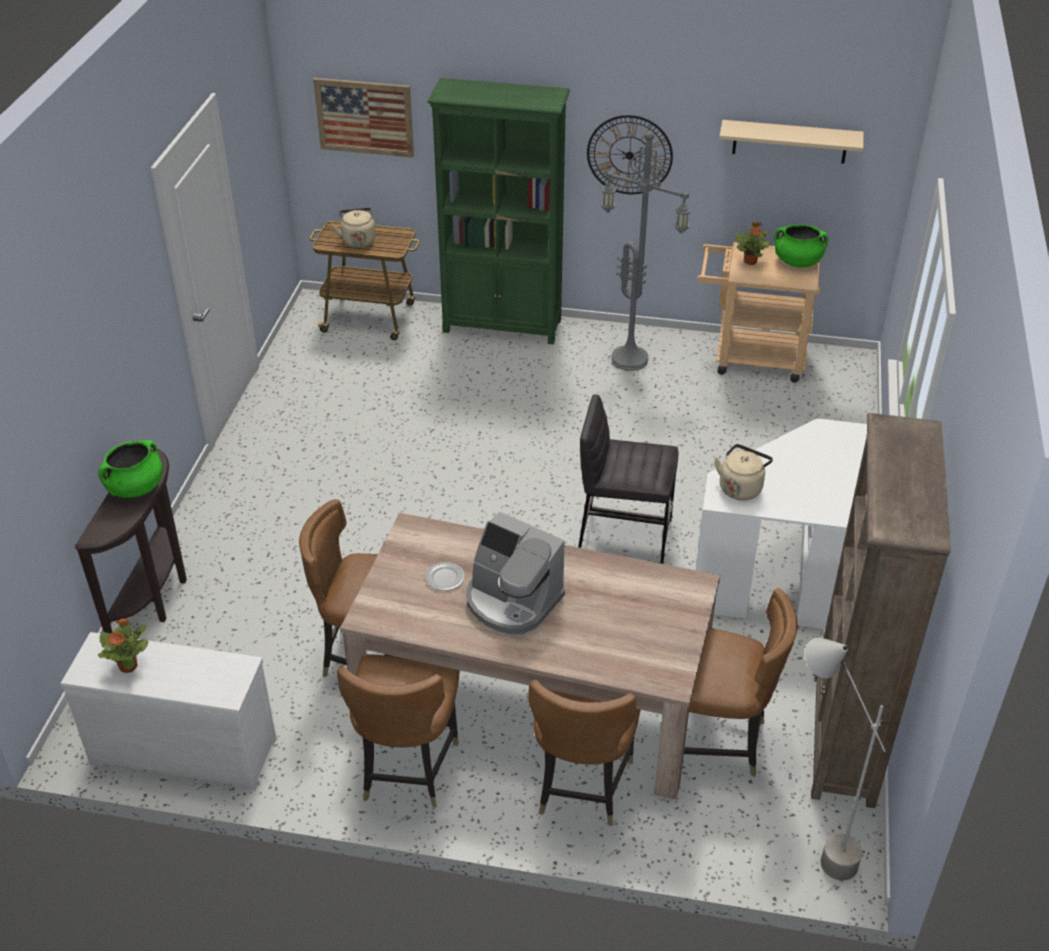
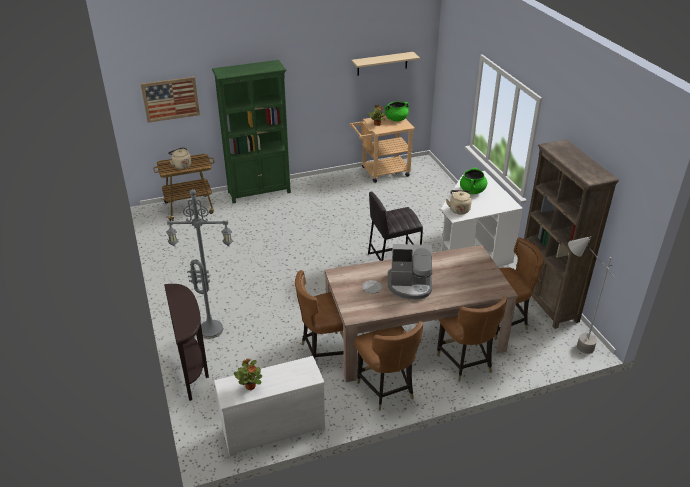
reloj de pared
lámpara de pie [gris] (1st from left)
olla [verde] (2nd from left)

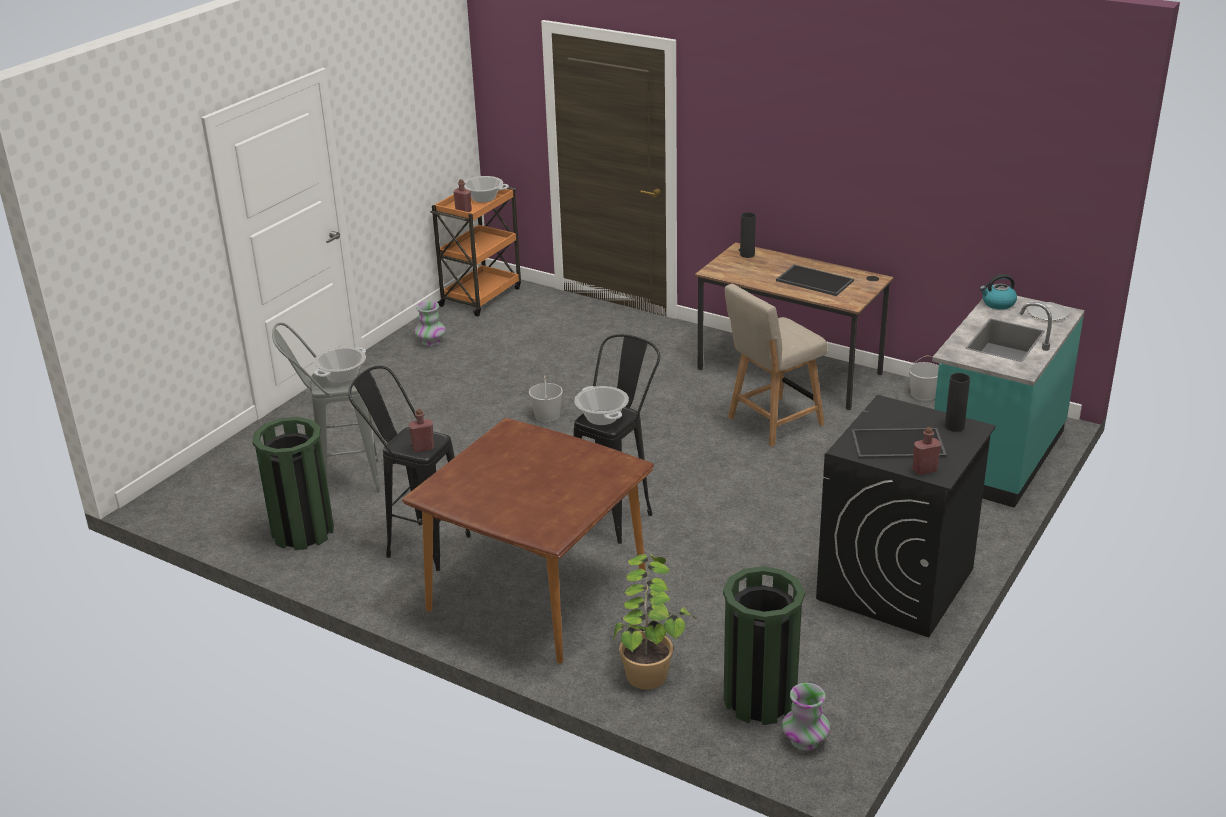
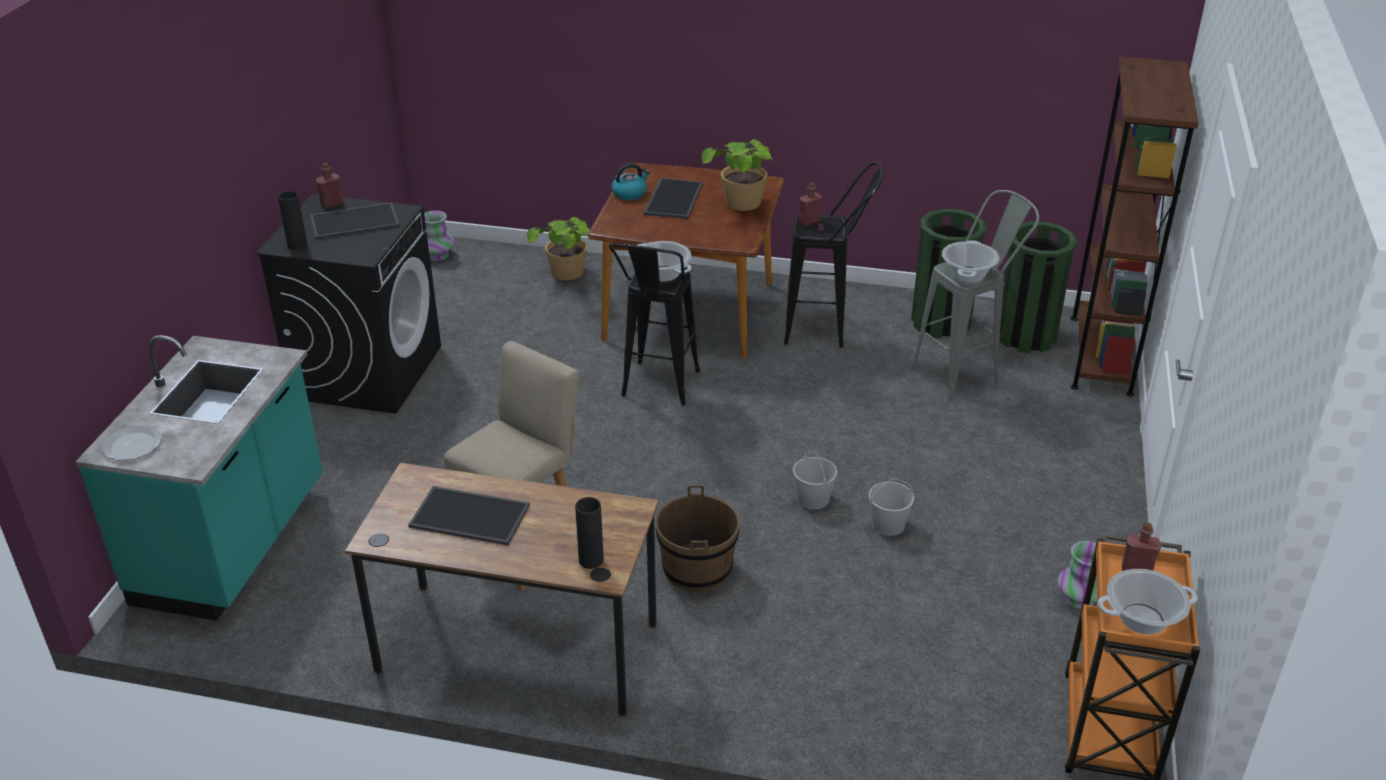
hervidor
cubo [blanco] (2nd from left)
papelera [verde] (2nd from left)
estantería [marrón]
planta en maceta (2nd from left)
bandeja (3rd from left)
cubo [marrón]

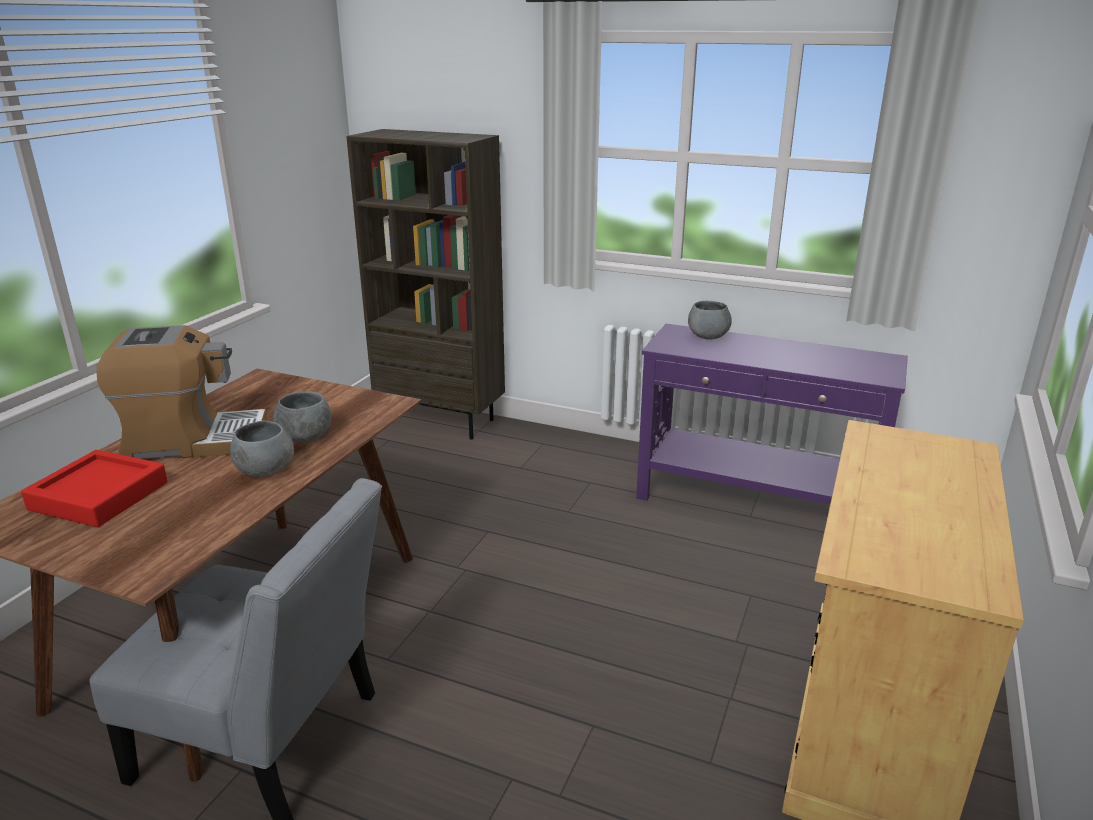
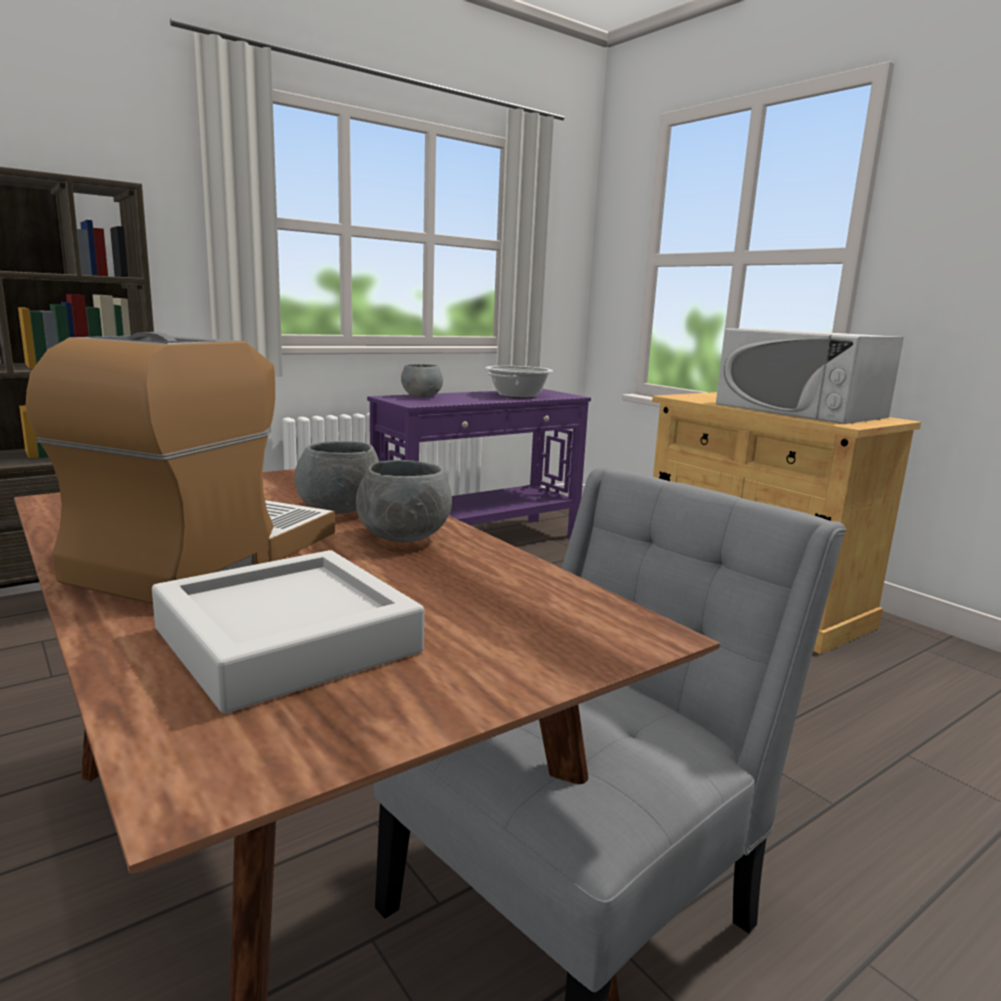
bandeja [gris]
microondas [blanco]
olla

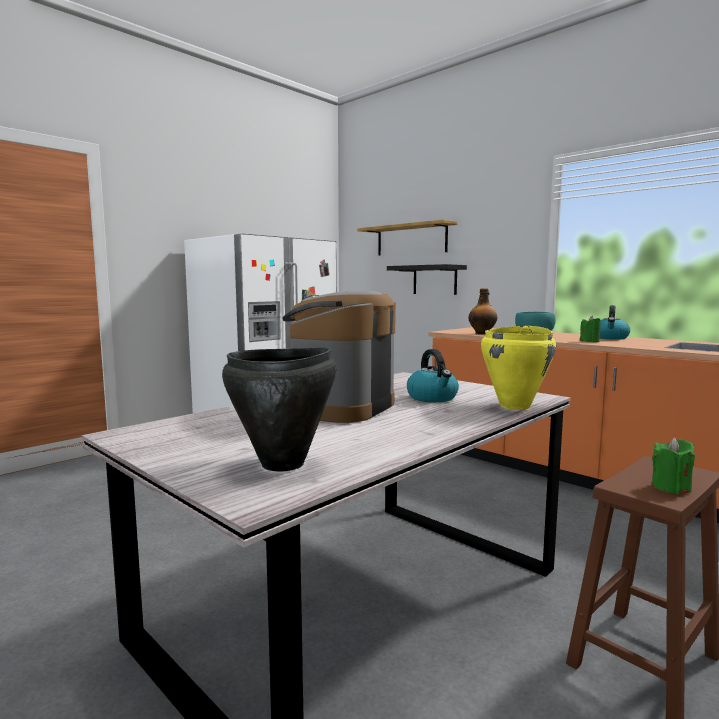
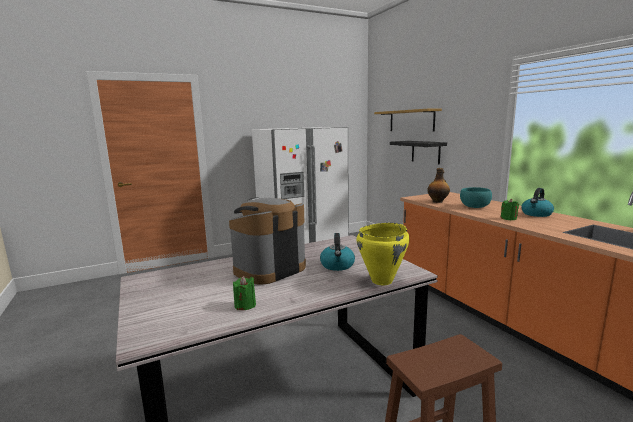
olla [negro]
vela [verde] (1st from left)

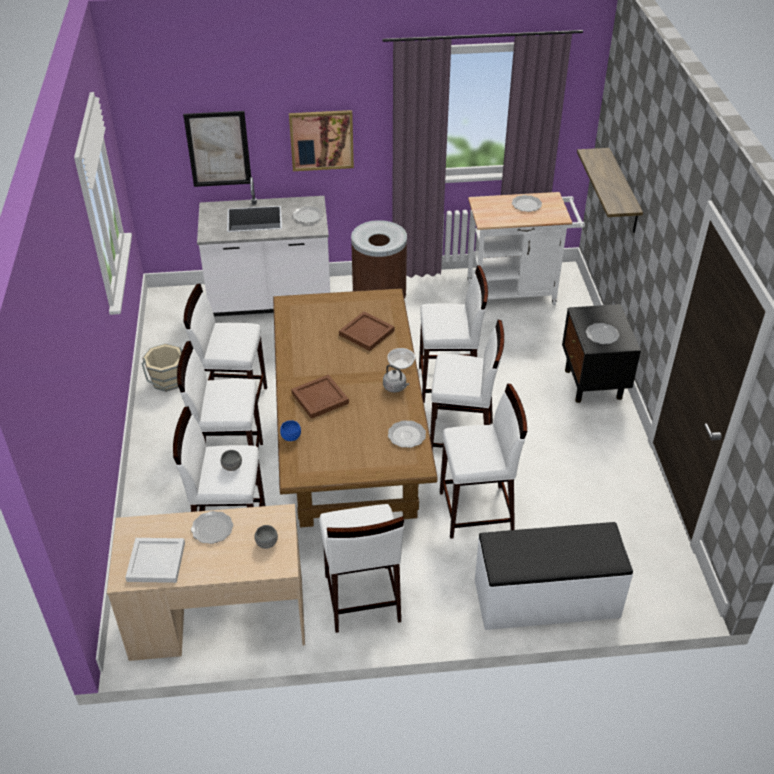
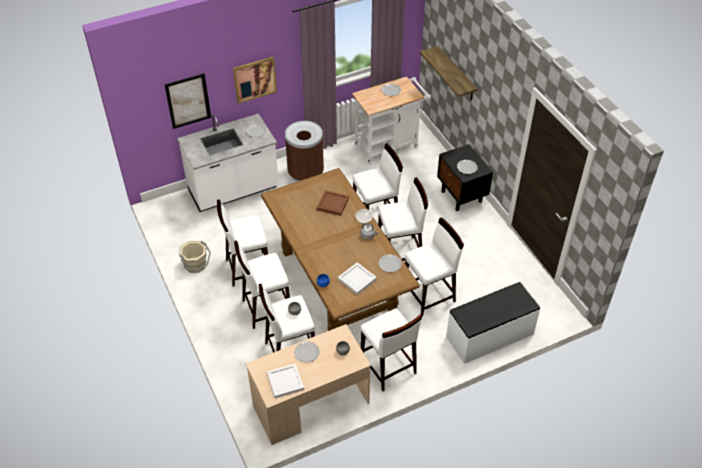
bandeja [marrón] (1st from left in the first image)
bandeja [blanco] (2nd from left)

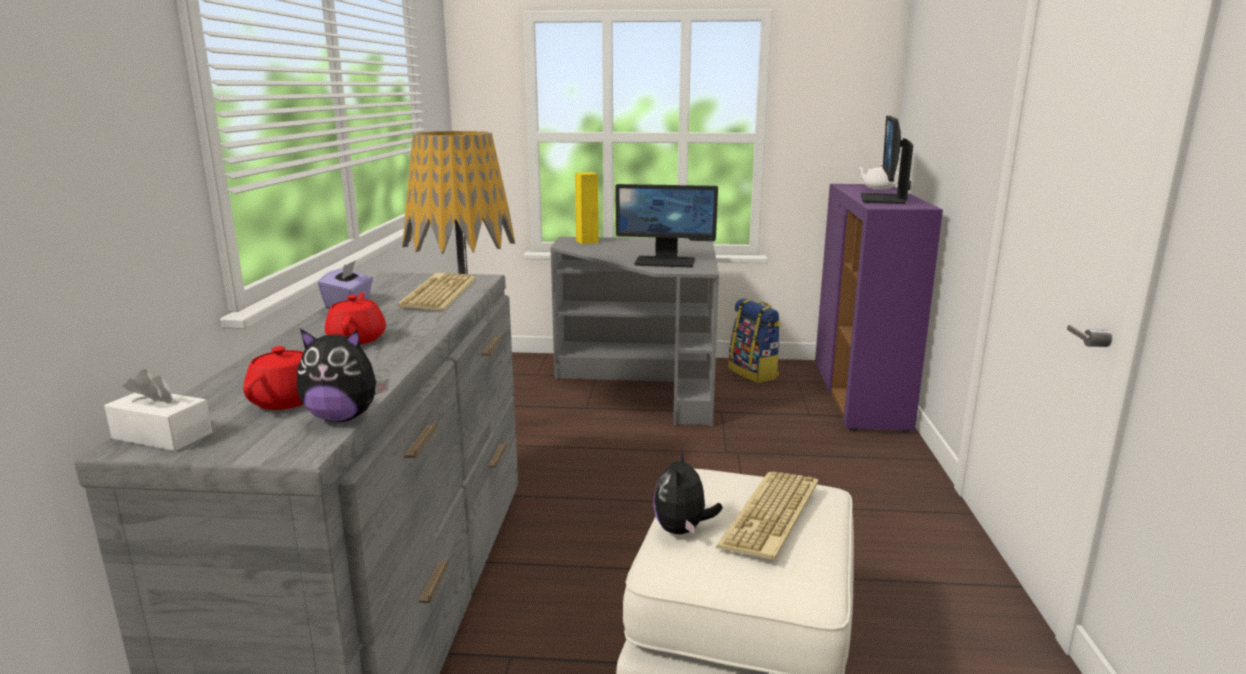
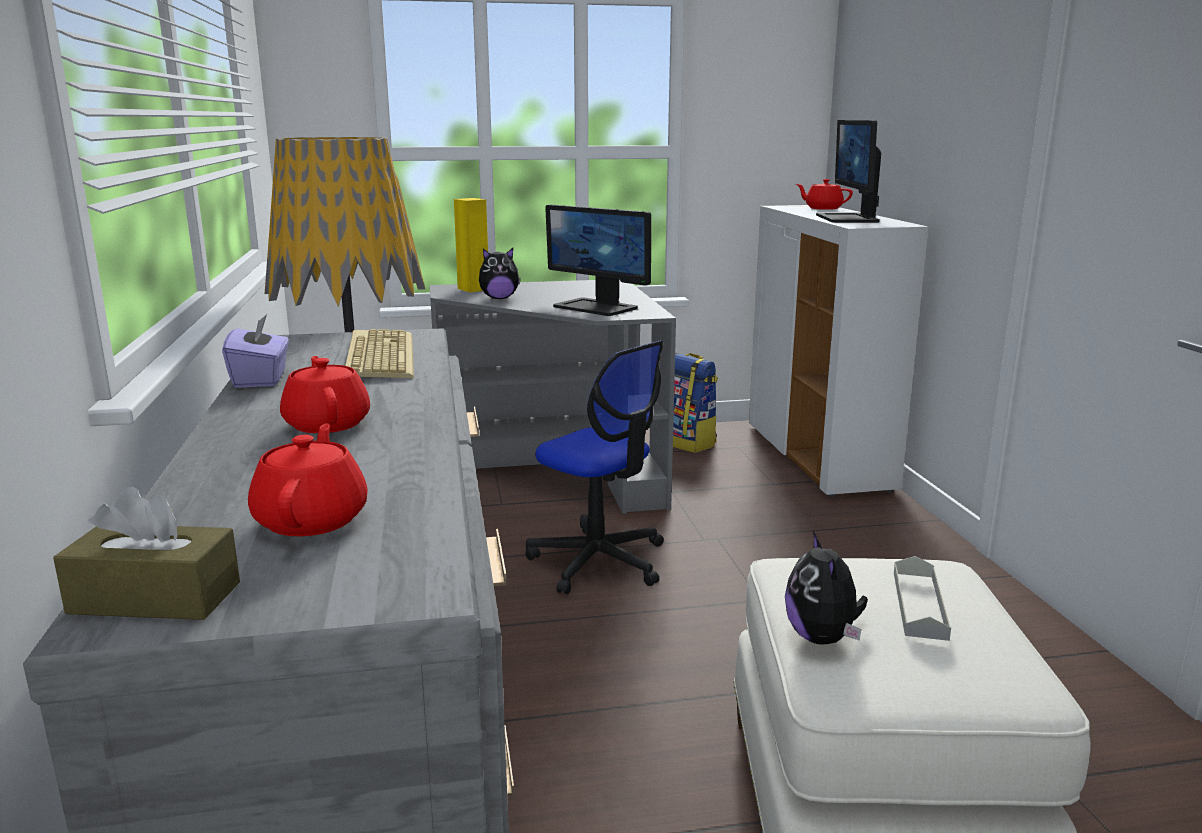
tetera [rojo] (3rd from left)
monitor (1st from left)
armario [blanco]
peluche (1st from left)
caja de pañuelos [marrón]
bandeja [gris]
silla de oficina

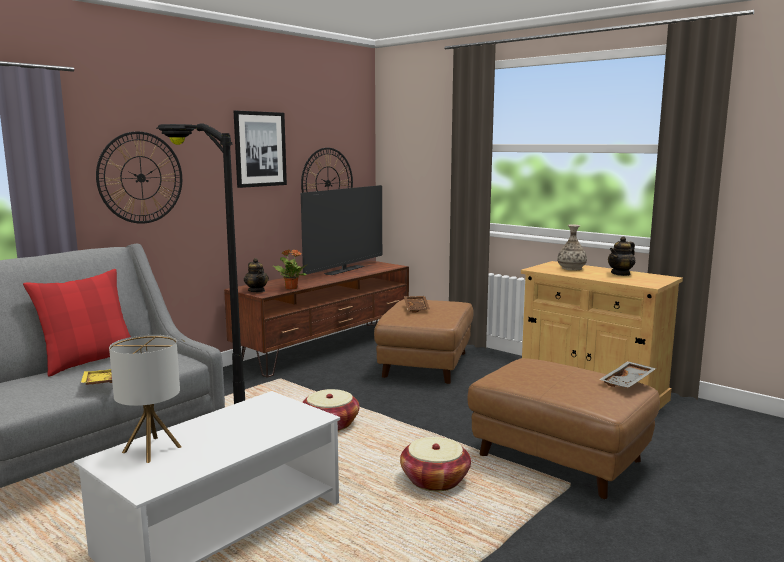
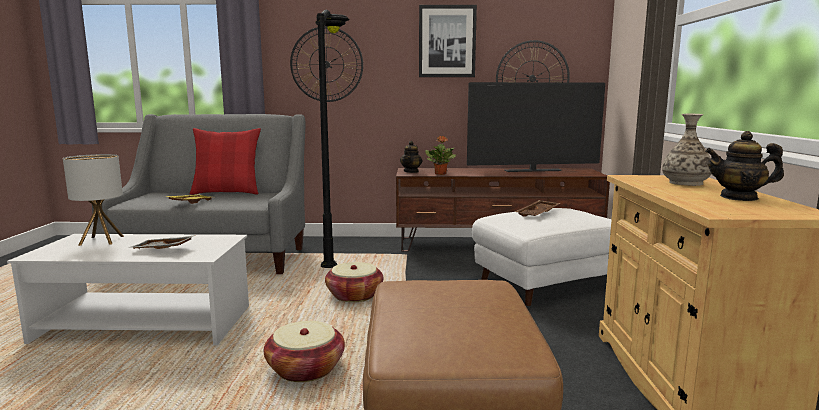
puf [blanco]
bandeja [gris]

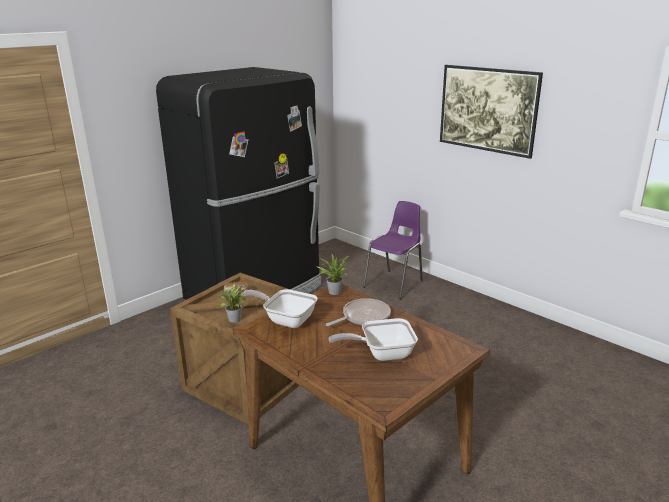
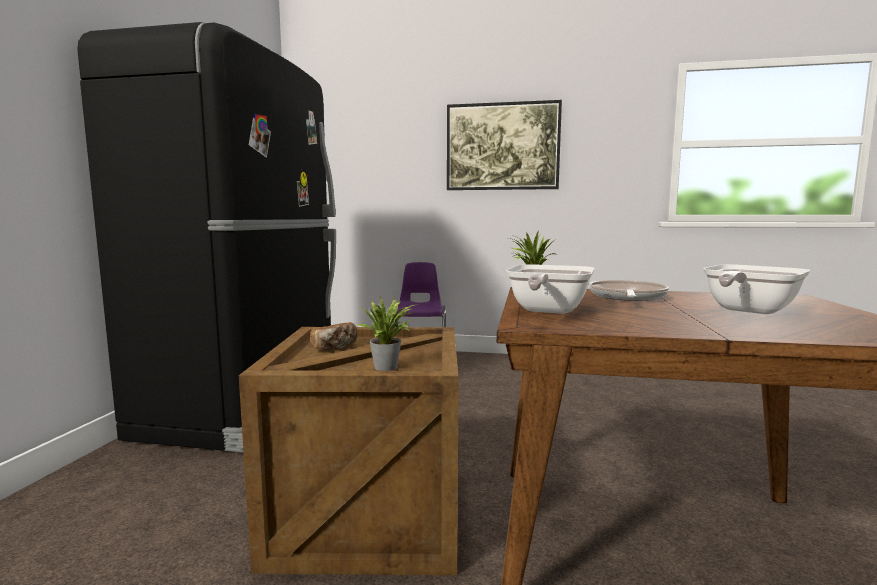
sartén (1st from left)

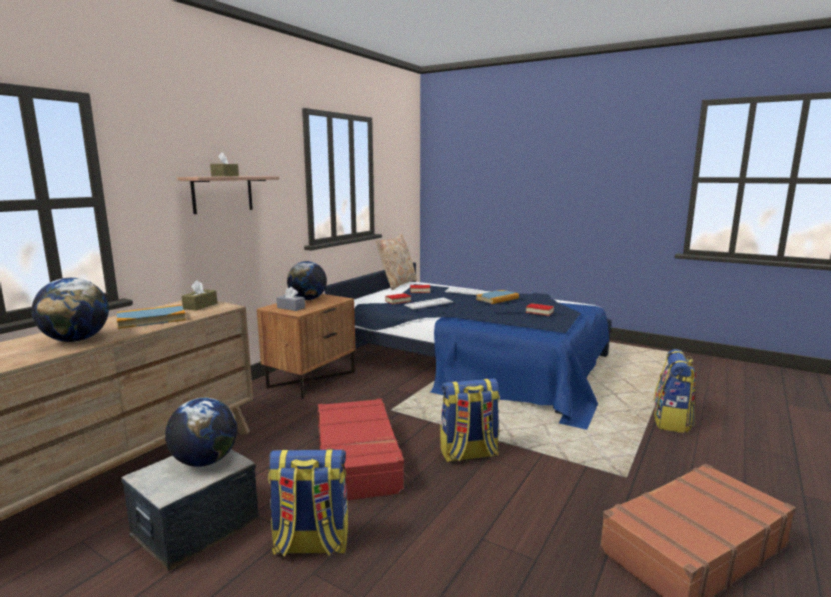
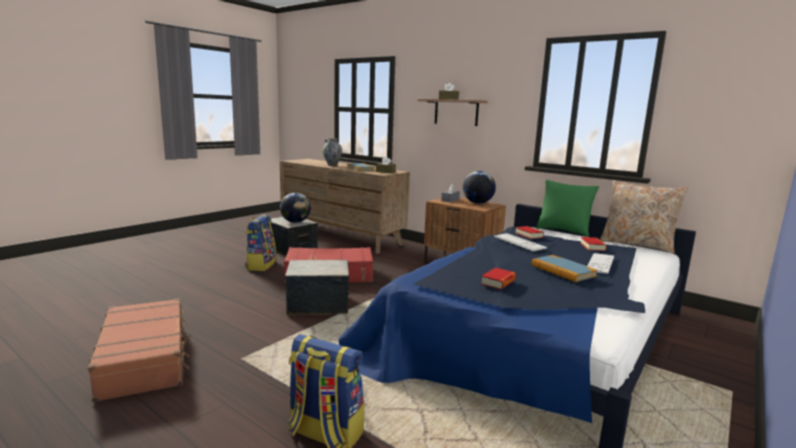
florero
caja de almacenaje (2nd from left)
cojín [verde]

